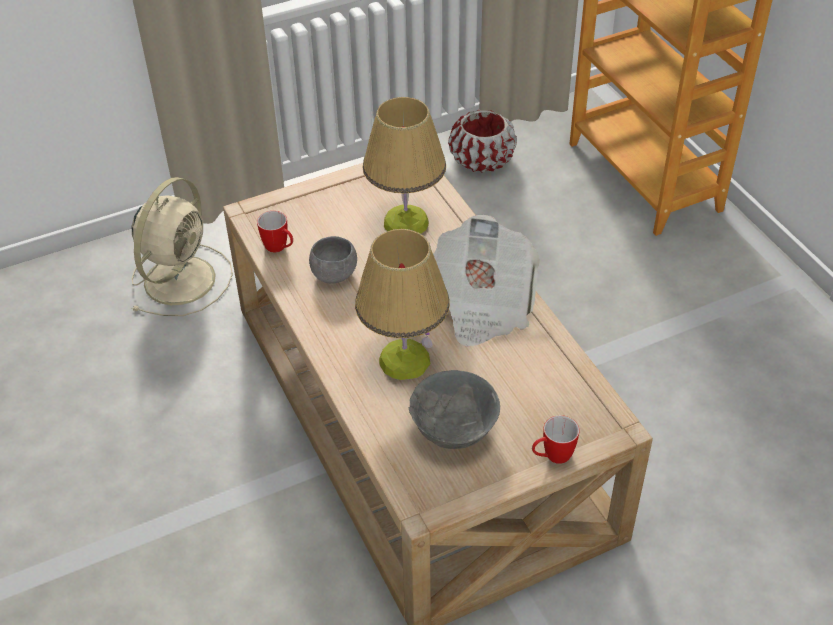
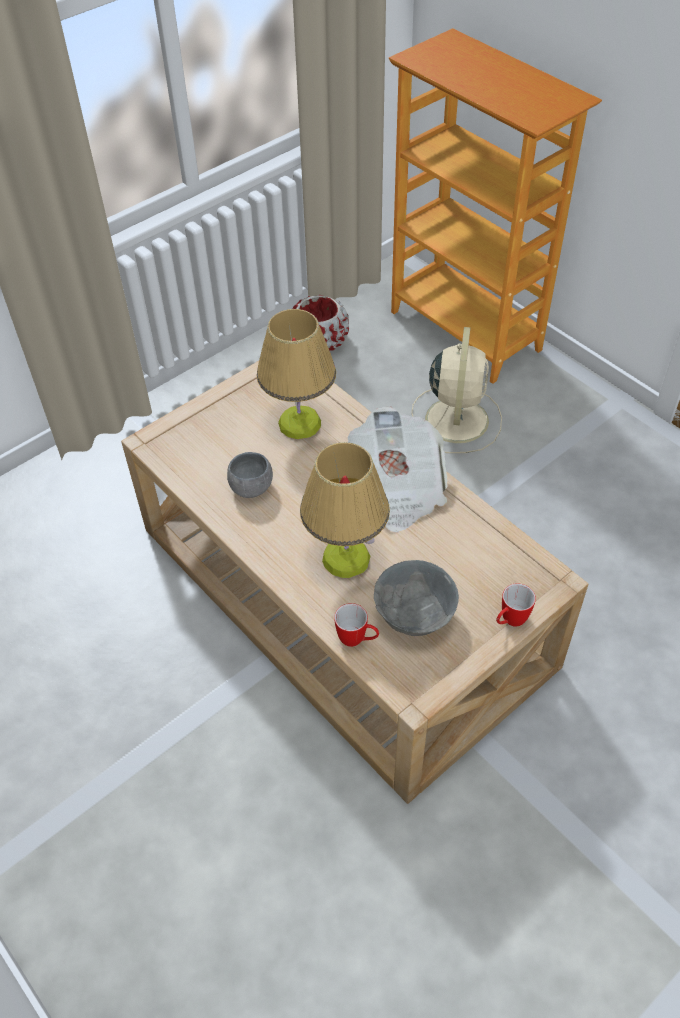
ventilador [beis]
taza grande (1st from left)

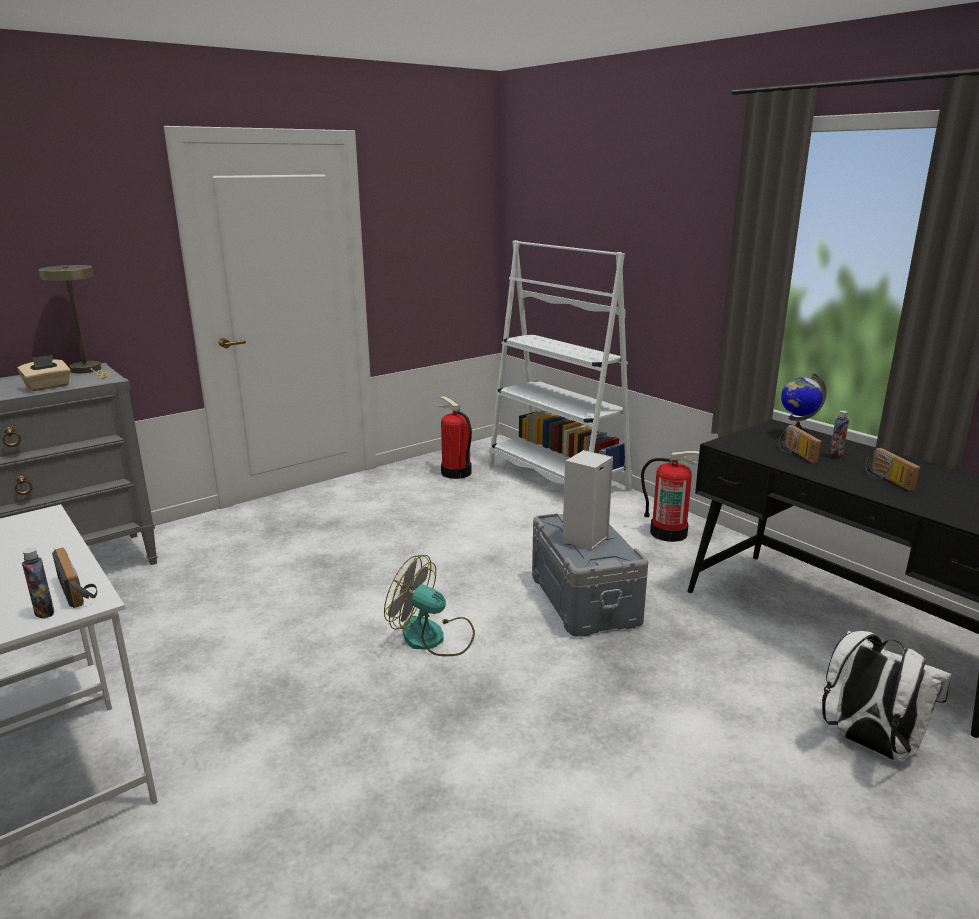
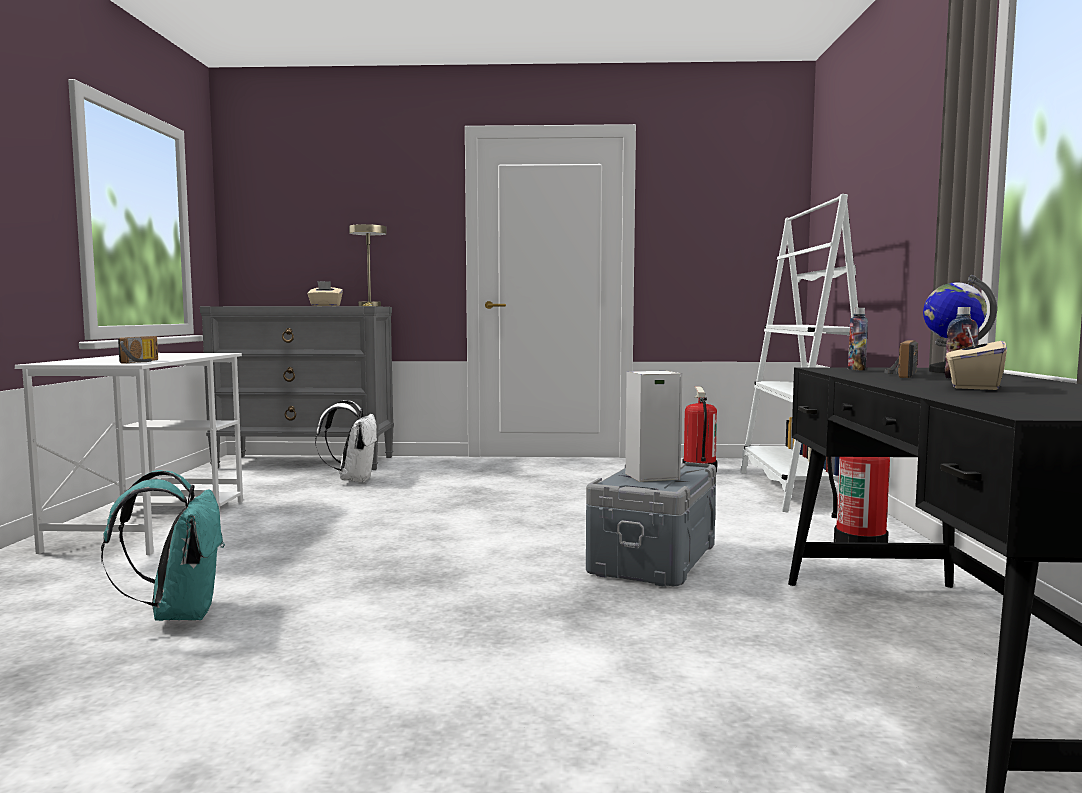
caja de pañuelos [beis] (2nd from left)
botella (1st from left)
ventilador
mochila [blanco]
mochila [turquesa]

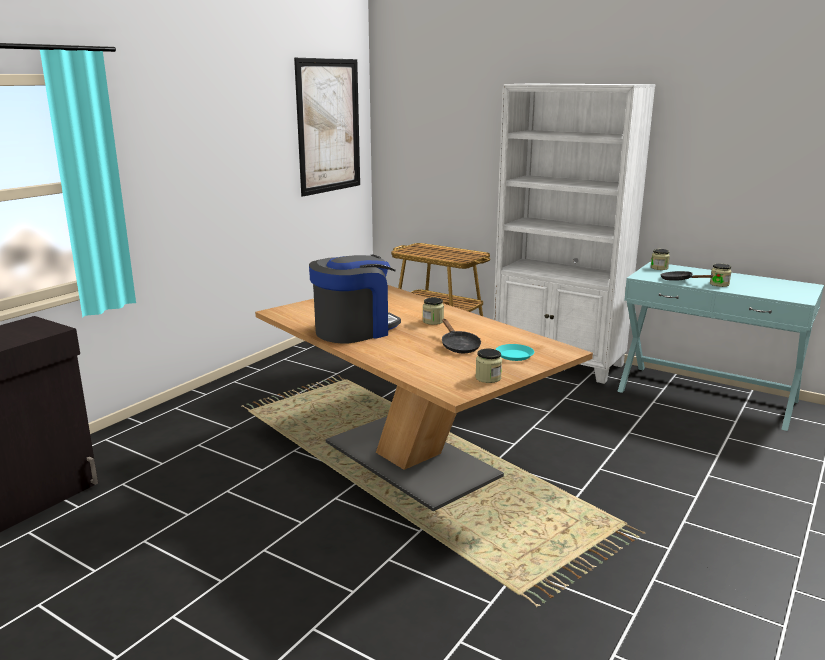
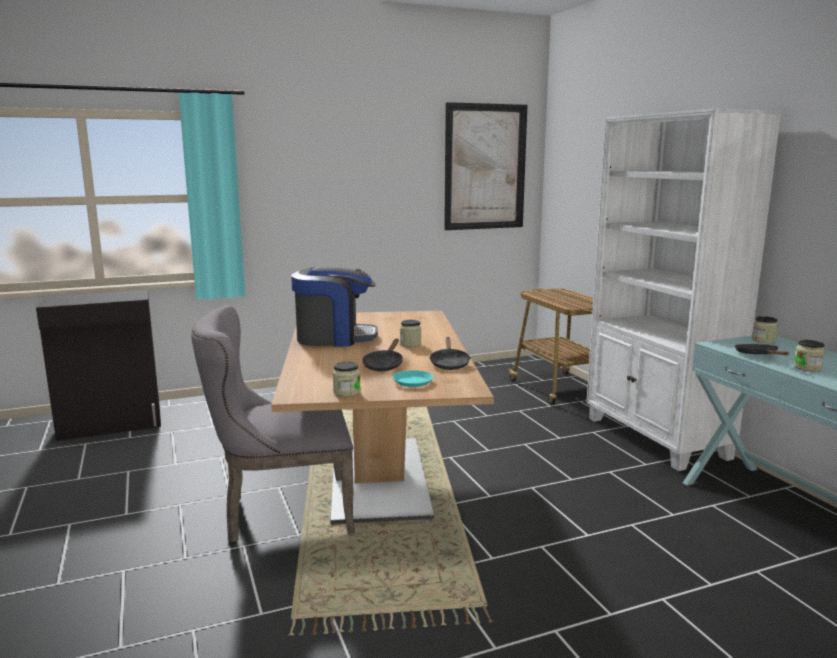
silla [gris]
sartén [negro] (2nd from left)

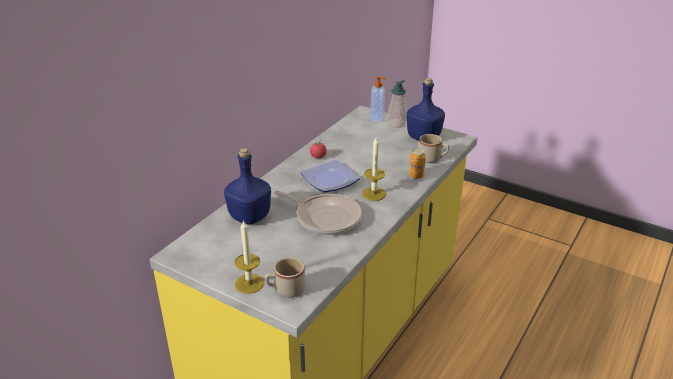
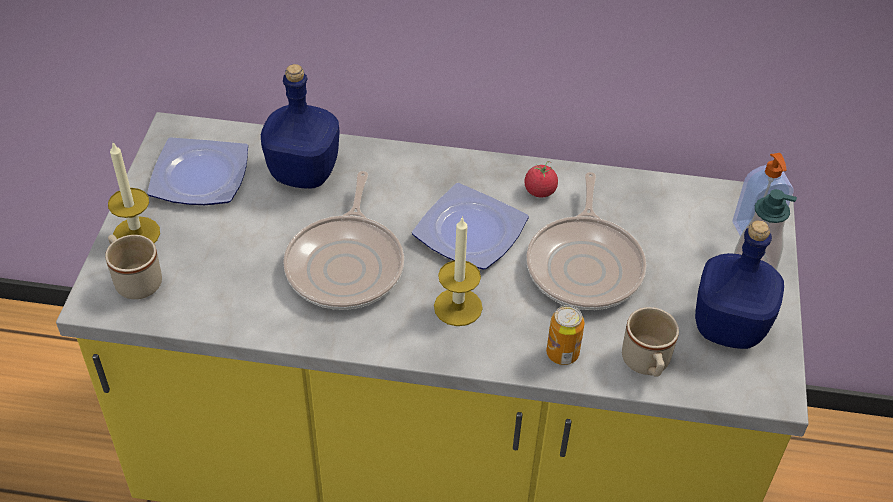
plato (1st from left)
sartén (2nd from left)

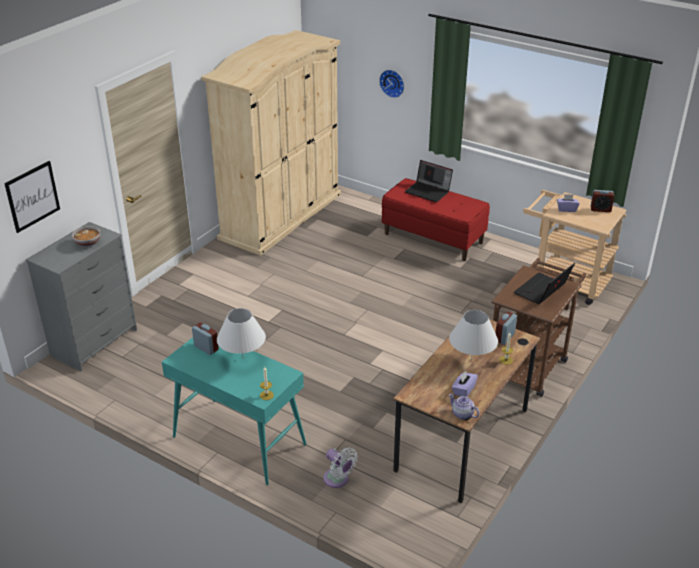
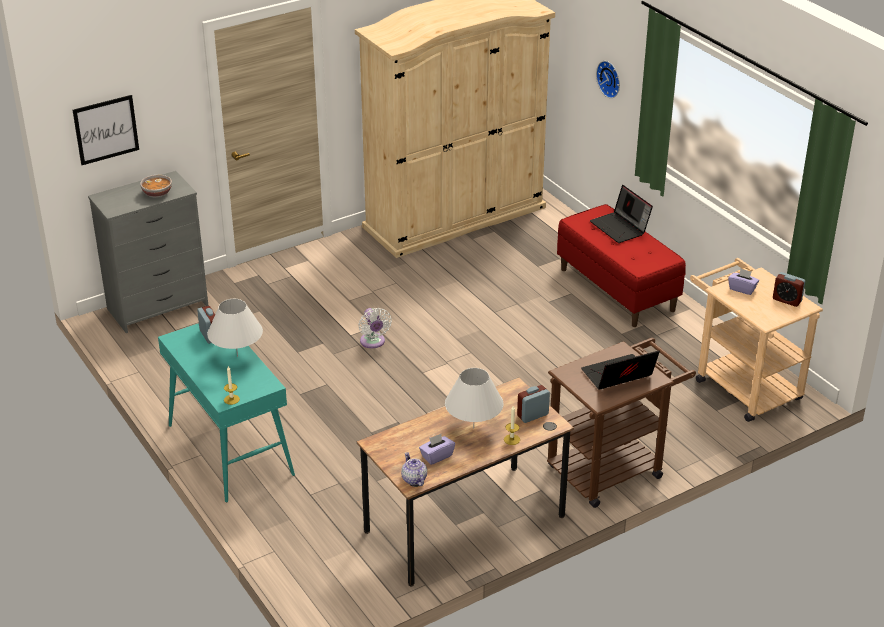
ventilador [blanco]

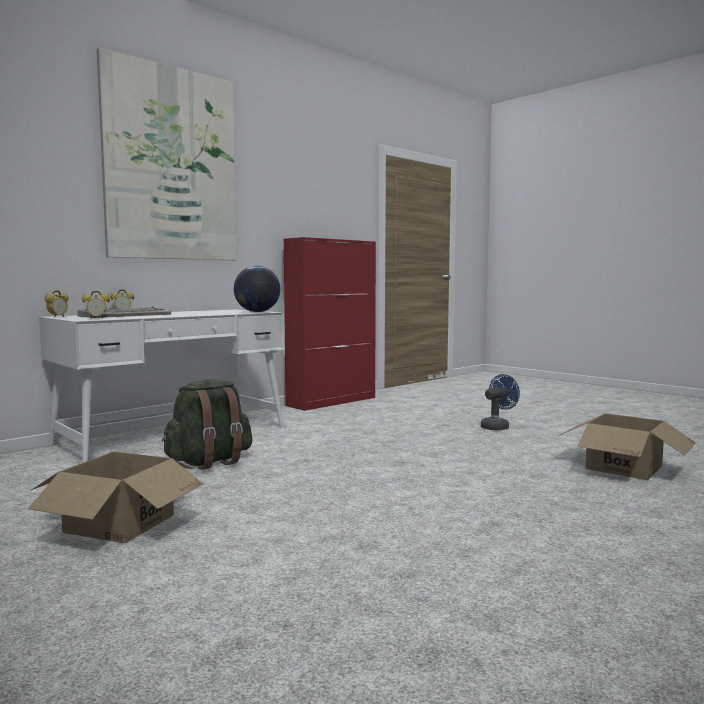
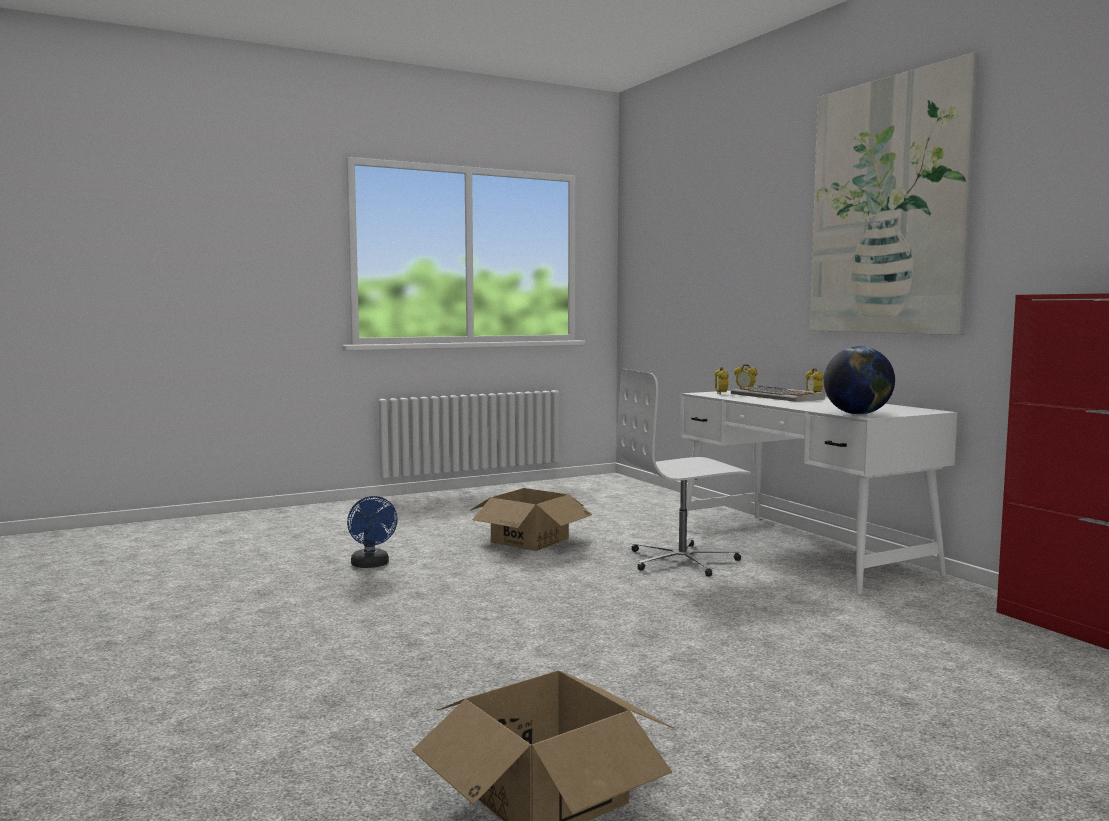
ventilador [azul]
silla de oficina [blanco]

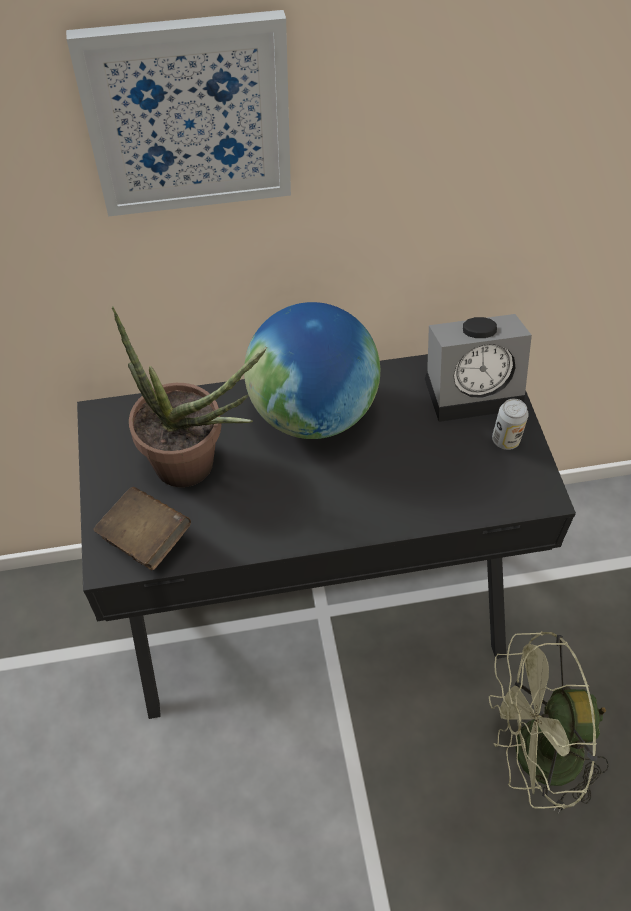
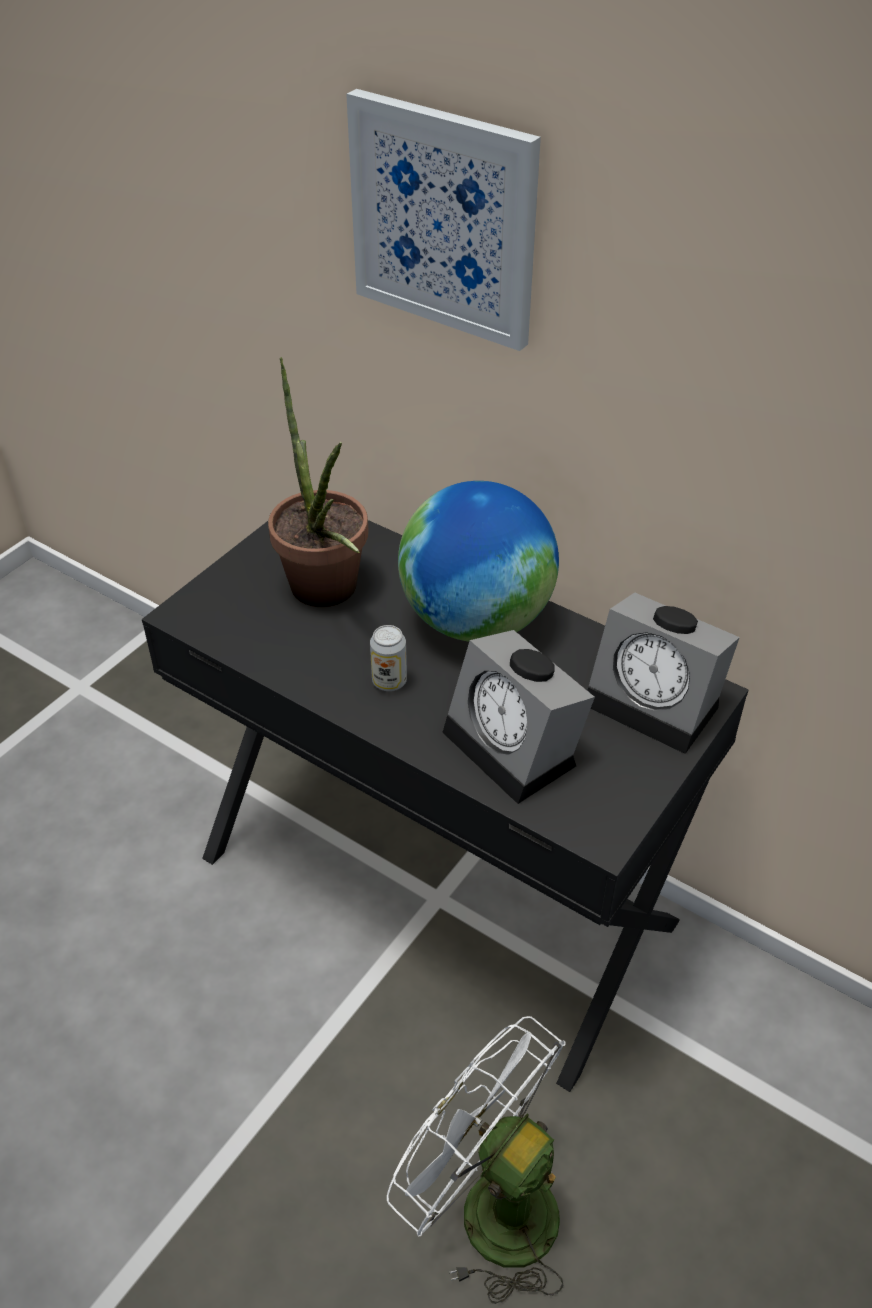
lata
libro [marrón]
ventilador [blanco]
despertador (1st from left)

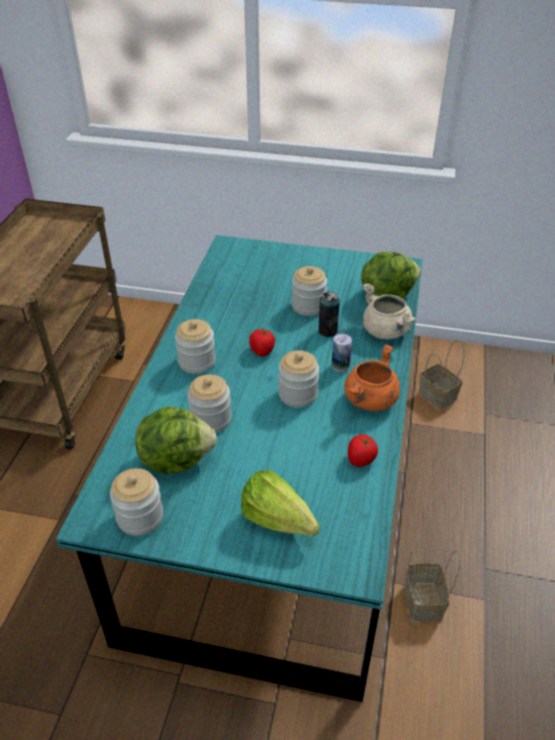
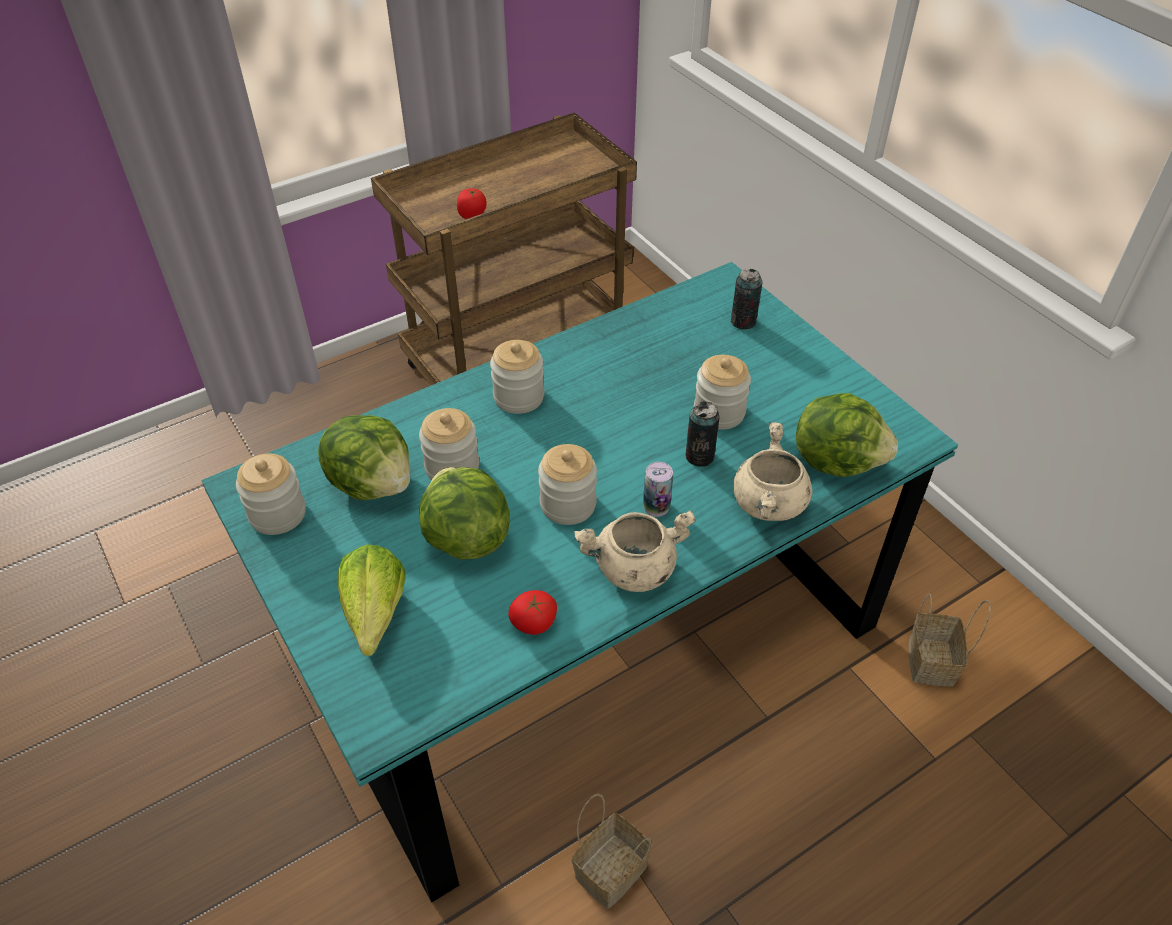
tomate (1st from left)
olla [beis] (1st from left)
lata (3rd from left)
lechuga (3rd from left)

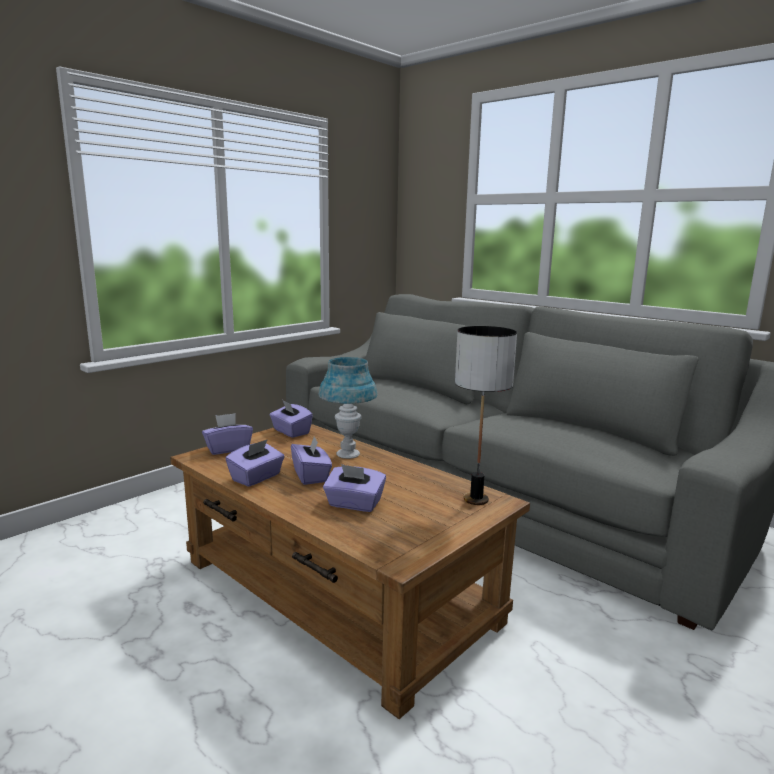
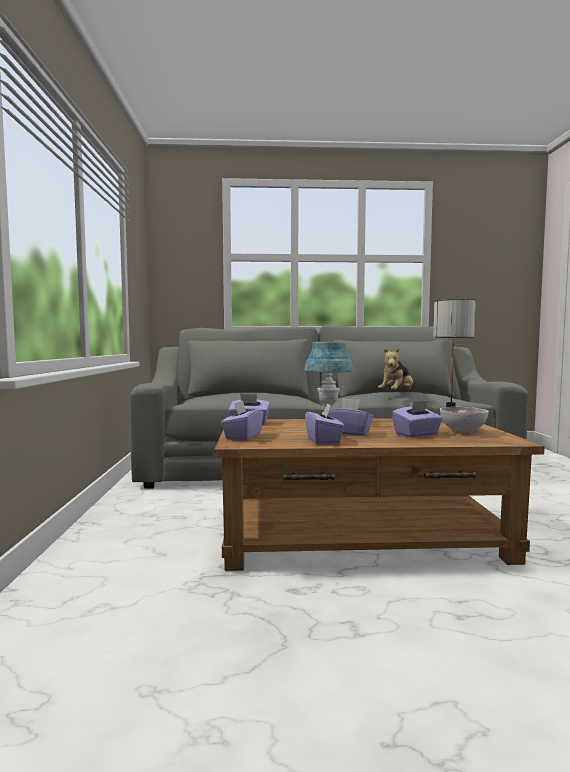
peluche
cuenco

